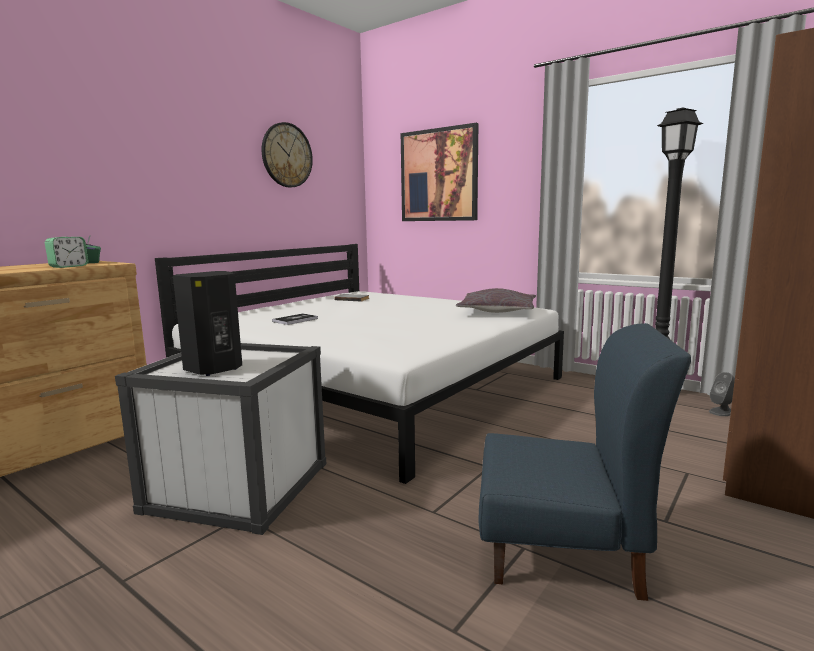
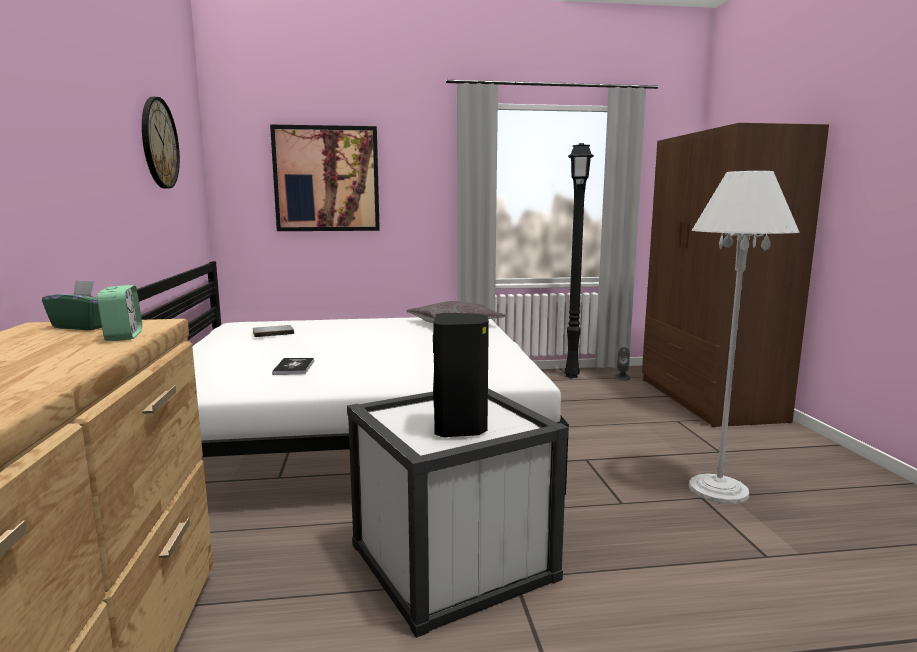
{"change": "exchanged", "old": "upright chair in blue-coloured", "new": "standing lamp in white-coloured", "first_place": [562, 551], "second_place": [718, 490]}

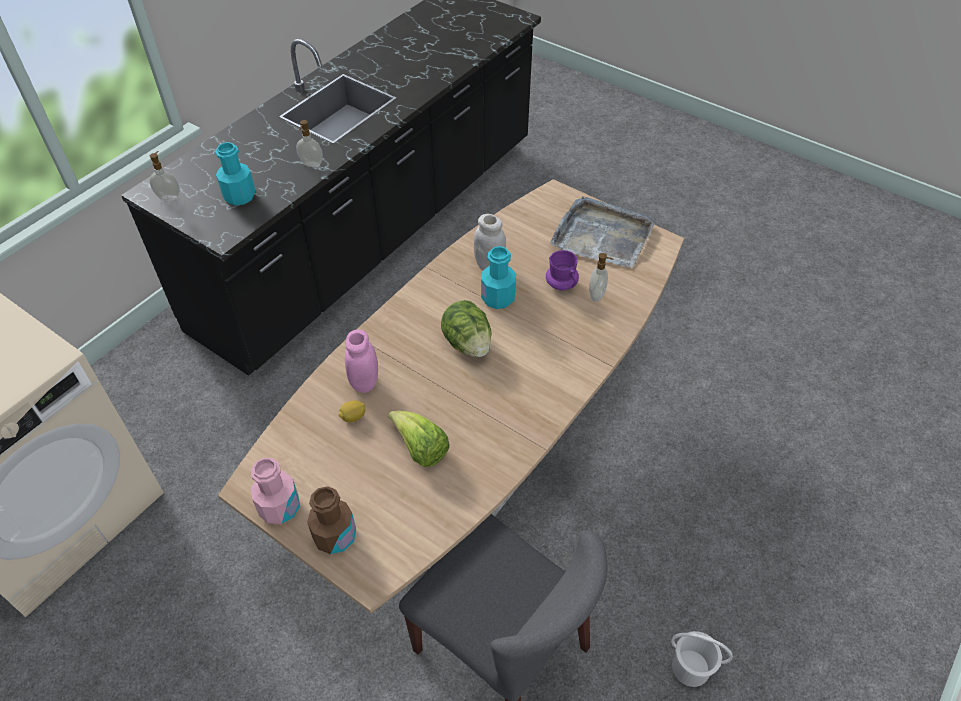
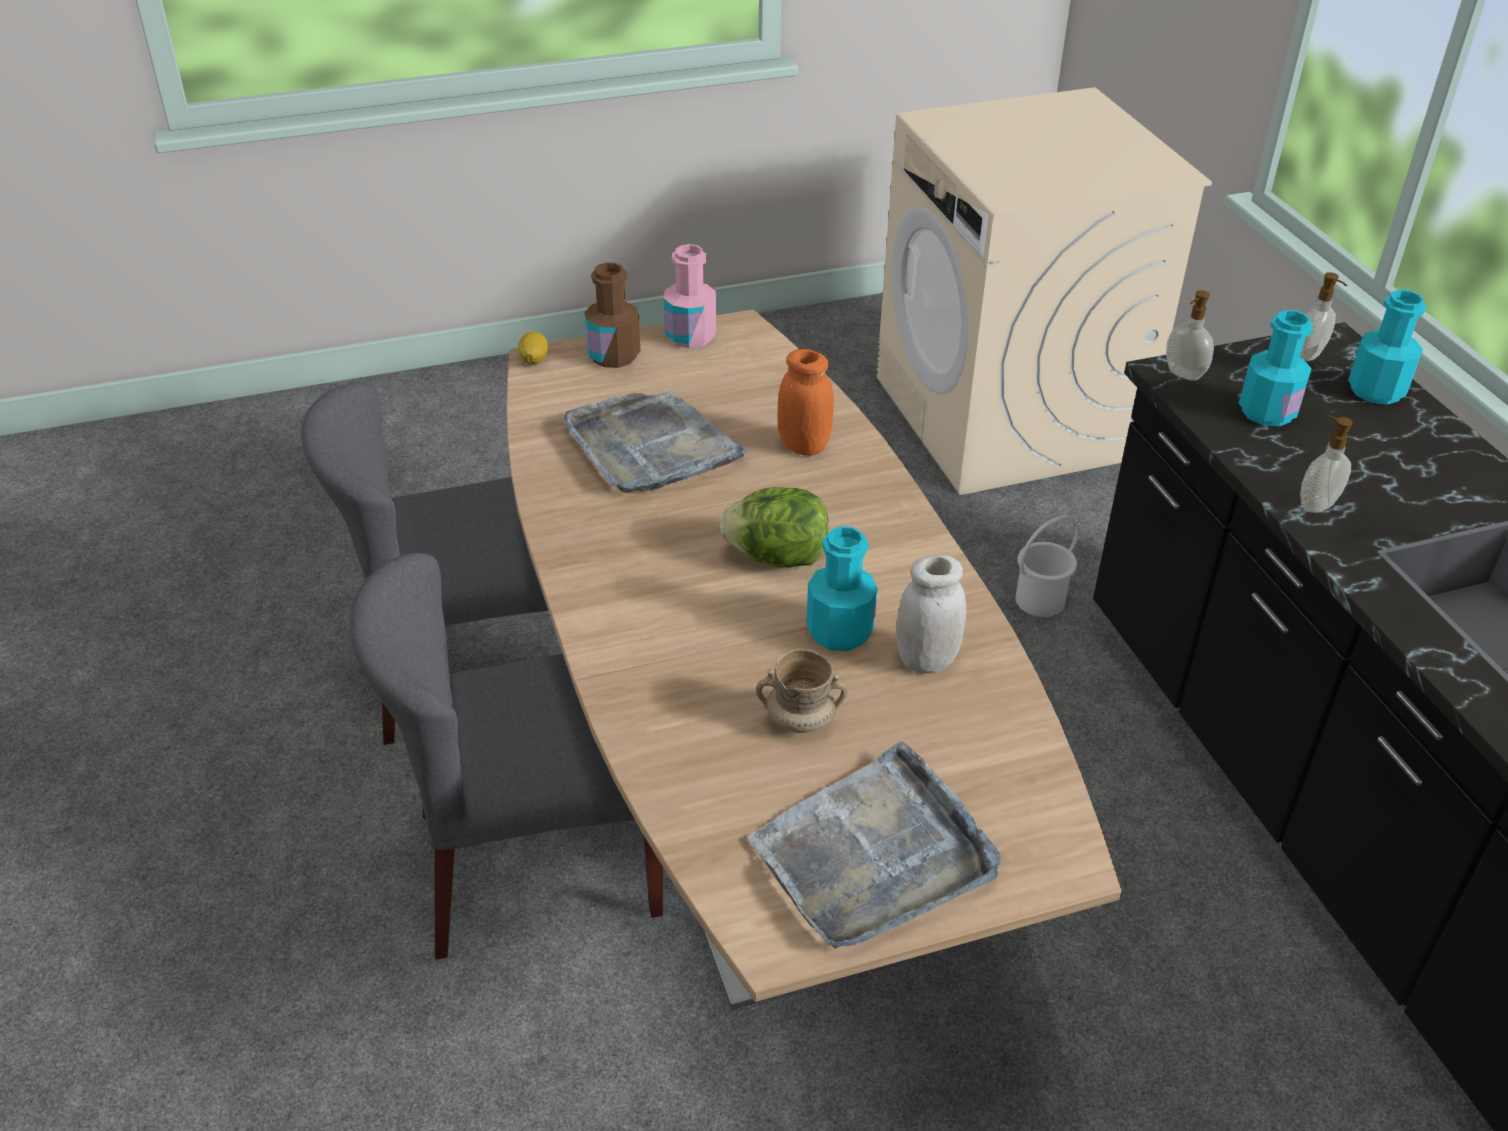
{"change": "appeared", "new": "upright chair in grey", "second_place": [536, 863]}
{"change": "appeared", "new": "drink bottle in turquoise-coloured", "second_place": [1376, 390]}
{"change": "relocated", "old": "lemon", "first_place": [353, 417], "second_place": [534, 360]}
{"change": "relocated", "old": "soap dispenser", "first_place": [597, 295], "second_place": [1183, 374]}
{"change": "relocated", "old": "water bucket in white-coloured", "first_place": [690, 667], "second_place": [1041, 601]}
{"change": "exchanged", "old": "lettuce", "new": "carrying tray in grey", "first_place": [420, 449], "second_place": [652, 447]}
{"change": "colour", "old": "preserve jar in pink", "new": "preserve jar in orange", "first_place": [364, 382], "second_place": [803, 446]}
{"change": "colour", "old": "coffee mug in purple", "new": "coffee mug in sand-coloured", "first_place": [561, 284], "second_place": [800, 721]}

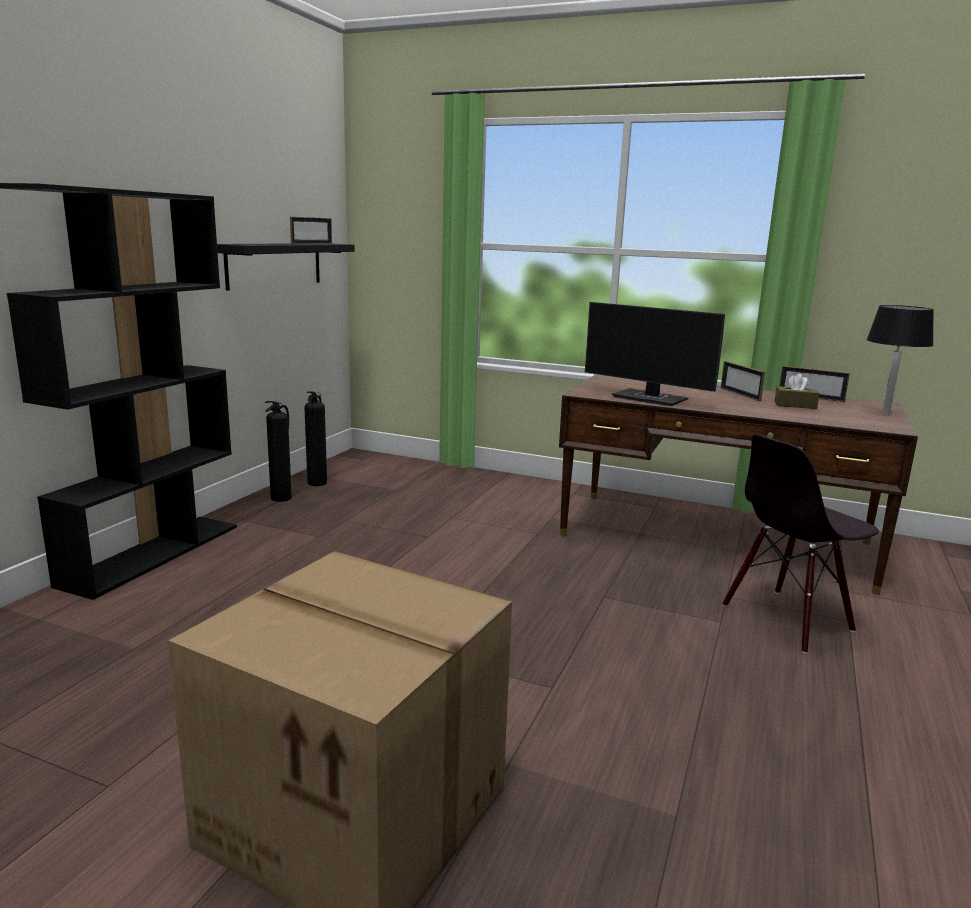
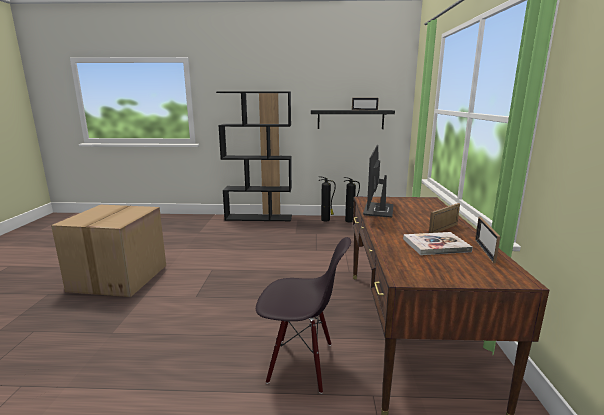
{"change": "missing", "old": "table lamp in blackish", "first_place": [885, 414]}
{"change": "exchanged", "old": "box of tissues in brown-coloured", "new": "book", "first_place": [795, 405], "second_place": [436, 245]}
{"change": "spun", "old": "upright chair in blackish", "first_place": [787, 619], "second_place": [301, 363], "degrees": 150}

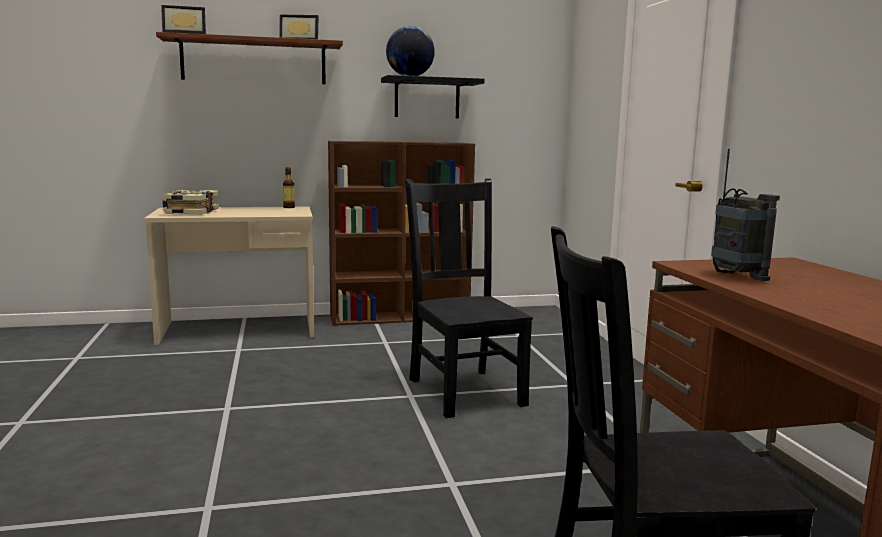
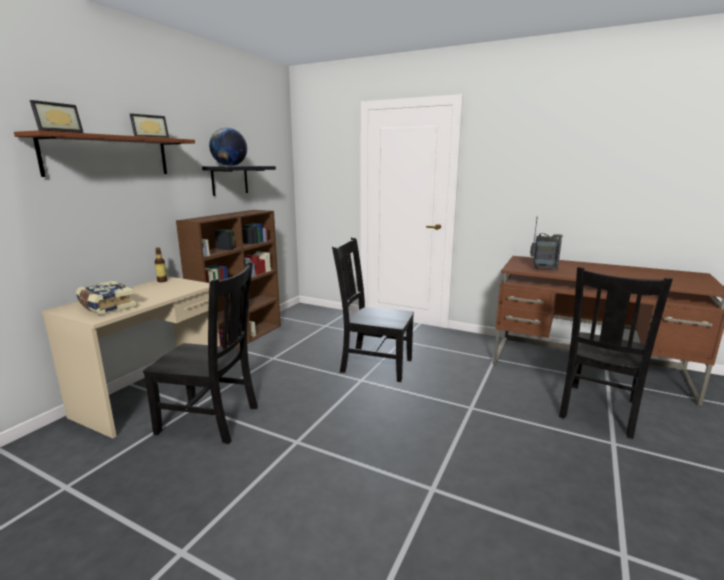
{"change": "appeared", "new": "upright chair in blackish", "second_place": [211, 420]}

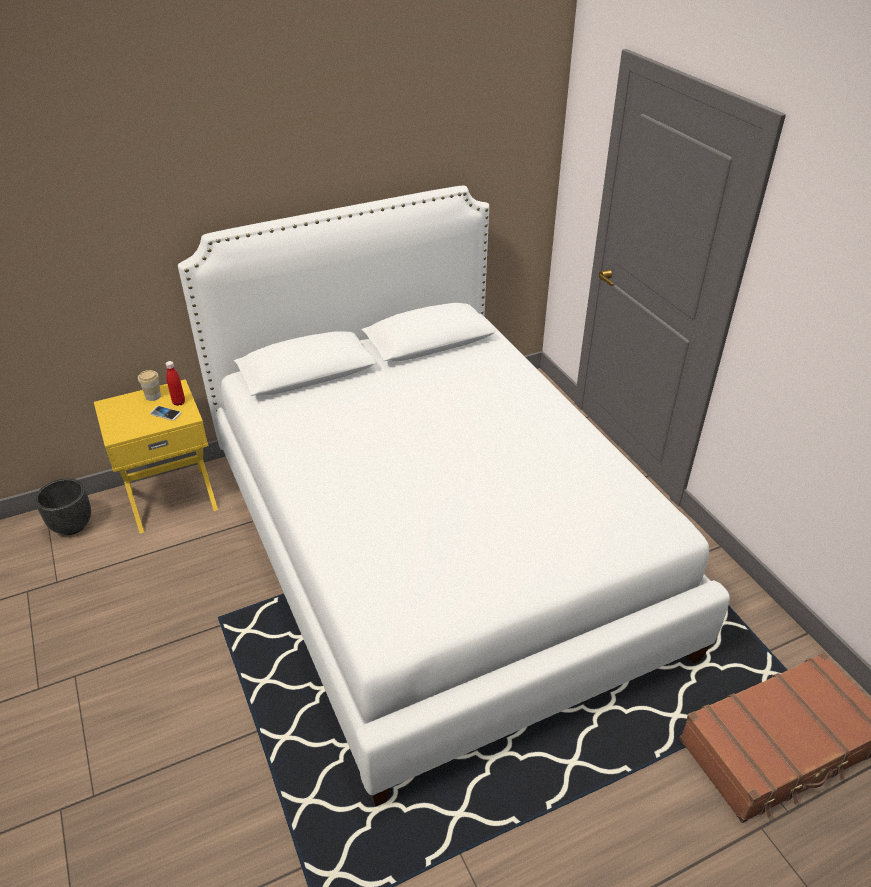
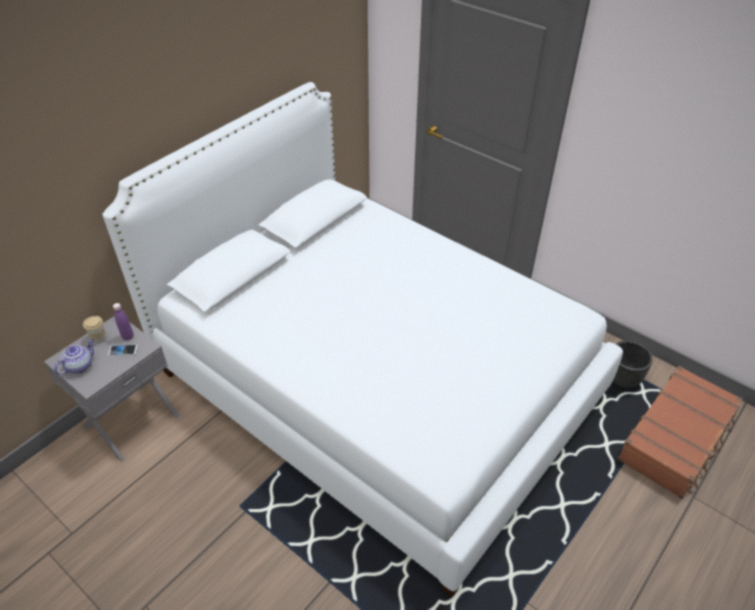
{"change": "appeared", "new": "teapot", "second_place": [80, 366]}
{"change": "relocated", "old": "plant pot in blackish", "first_place": [73, 526], "second_place": [623, 379]}
{"change": "colour", "old": "bedside table in yellow", "new": "bedside table in grey", "first_place": [171, 497], "second_place": [130, 420]}
{"change": "colour", "old": "drink bottle in red", "new": "drink bottle in purple", "first_place": [179, 402], "second_place": [128, 336]}

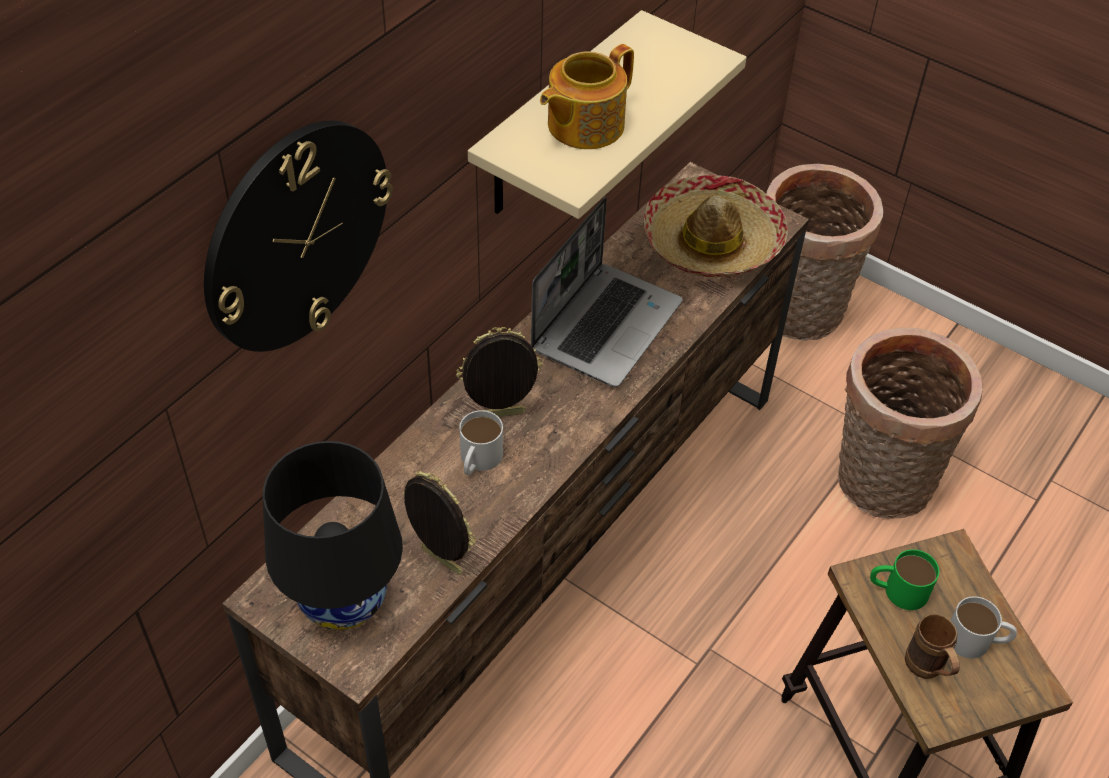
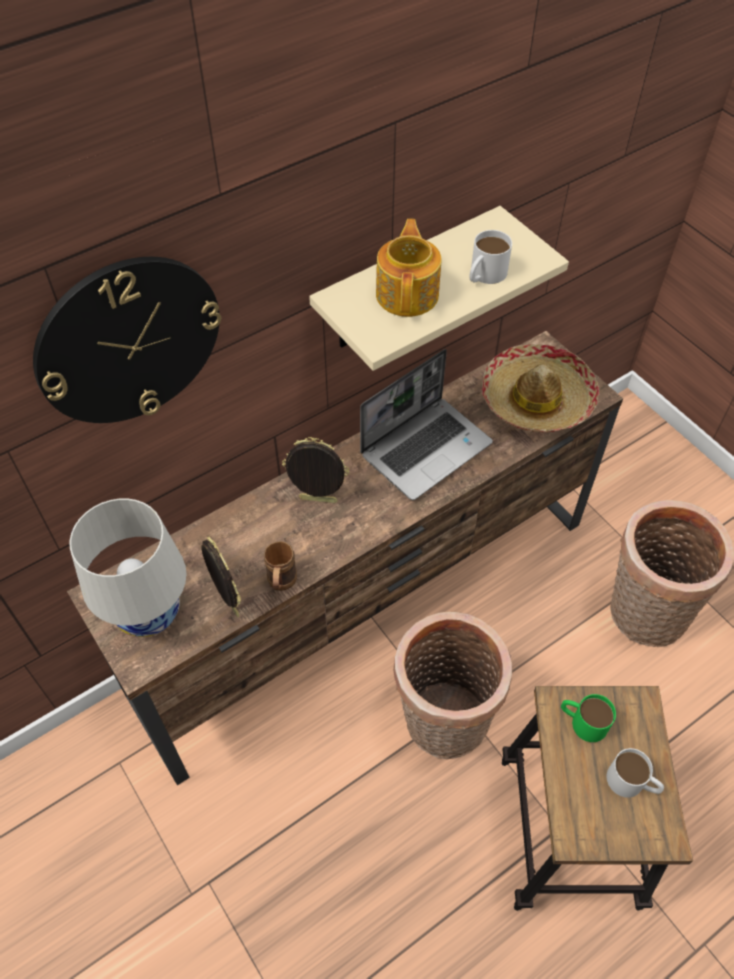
{"change": "relocated", "old": "coffee mug in white-coloured", "first_place": [478, 460], "second_place": [484, 275]}
{"change": "relocated", "old": "household basket", "first_place": [798, 315], "second_place": [442, 724]}
{"change": "relocated", "old": "coffee mug in brown-coloured", "first_place": [928, 671], "second_place": [281, 585]}
{"change": "colour", "old": "table lamp in blackish", "new": "table lamp in white-coloured", "first_place": [343, 600], "second_place": [149, 613]}
{"change": "spun", "old": "teapot", "first_place": [583, 125], "second_place": [408, 293], "degrees": 120}

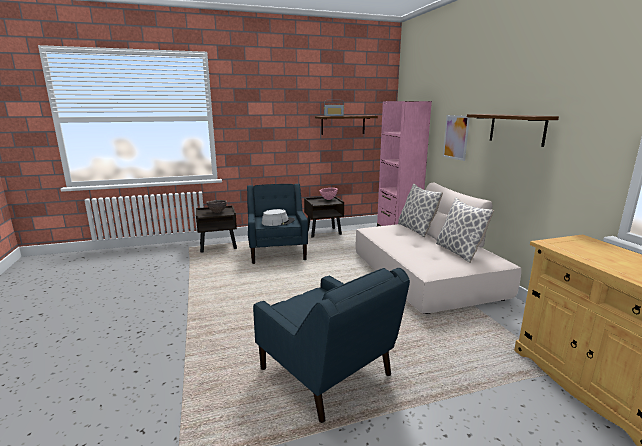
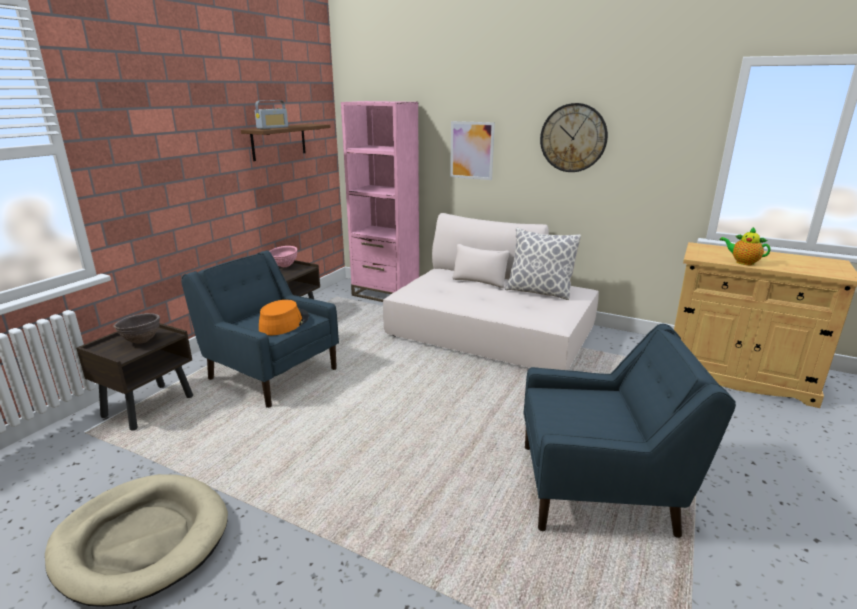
{"change": "missing", "old": "cushion", "first_place": [416, 230]}
{"change": "appeared", "new": "dog bed in sand-coloured", "second_place": [142, 540]}
{"change": "appeared", "new": "teapot", "second_place": [742, 262]}
{"change": "exchanged", "old": "wall shelf in brown-coloured", "new": "clock on the wall", "first_place": [517, 129], "second_place": [573, 138]}
{"change": "colour", "old": "hat in grey", "new": "hat in orange", "first_place": [278, 222], "second_place": [284, 323]}

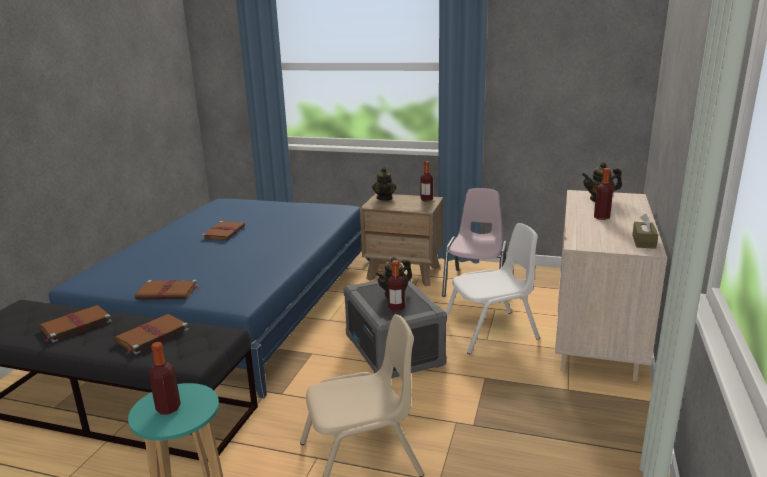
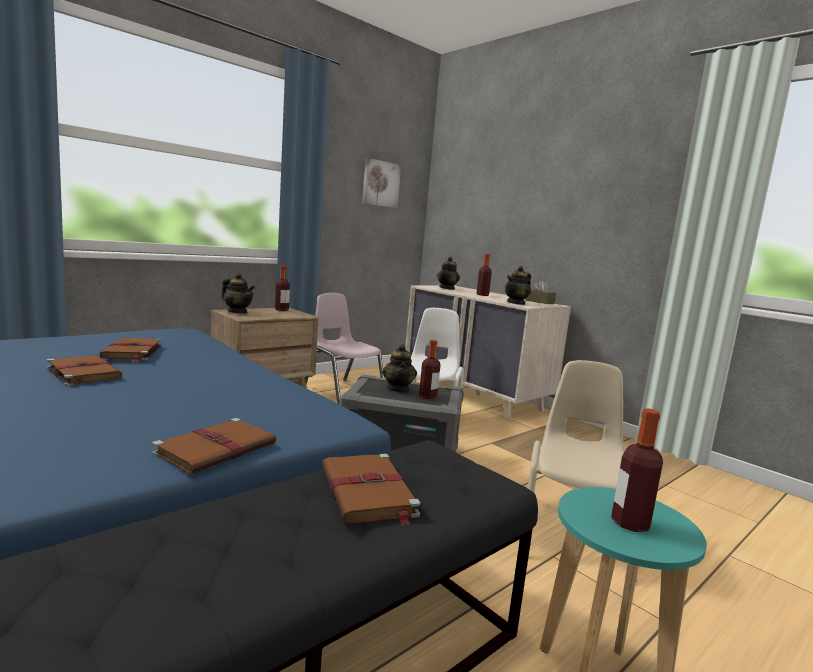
{"change": "appeared", "new": "wall picture", "second_place": [380, 183]}
{"change": "appeared", "new": "teapot", "second_place": [516, 303]}
{"change": "relocated", "old": "book in brown-coloured", "first_place": [75, 325], "second_place": [132, 352]}

